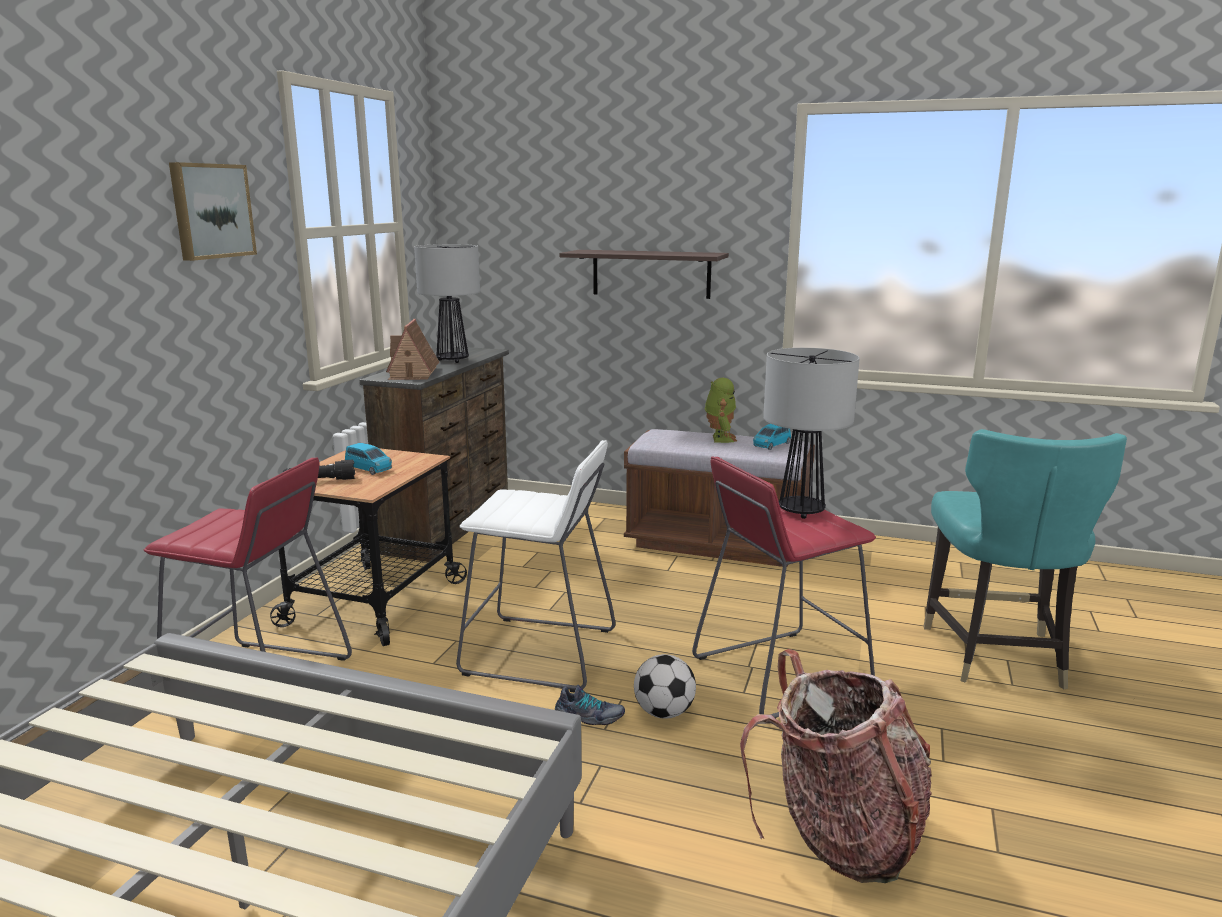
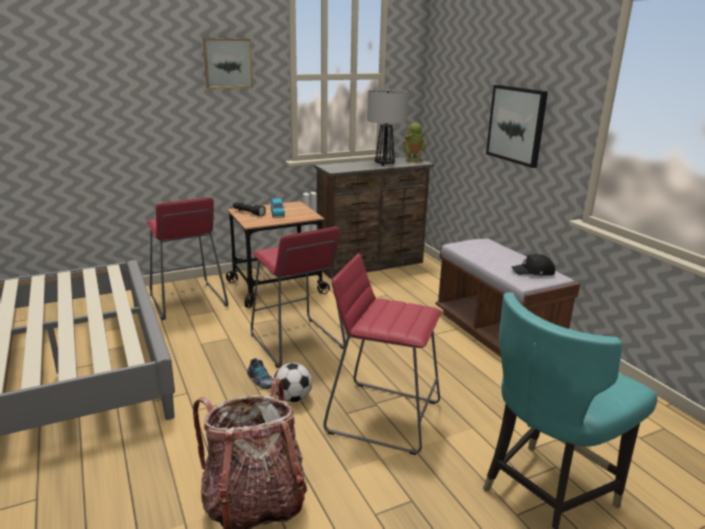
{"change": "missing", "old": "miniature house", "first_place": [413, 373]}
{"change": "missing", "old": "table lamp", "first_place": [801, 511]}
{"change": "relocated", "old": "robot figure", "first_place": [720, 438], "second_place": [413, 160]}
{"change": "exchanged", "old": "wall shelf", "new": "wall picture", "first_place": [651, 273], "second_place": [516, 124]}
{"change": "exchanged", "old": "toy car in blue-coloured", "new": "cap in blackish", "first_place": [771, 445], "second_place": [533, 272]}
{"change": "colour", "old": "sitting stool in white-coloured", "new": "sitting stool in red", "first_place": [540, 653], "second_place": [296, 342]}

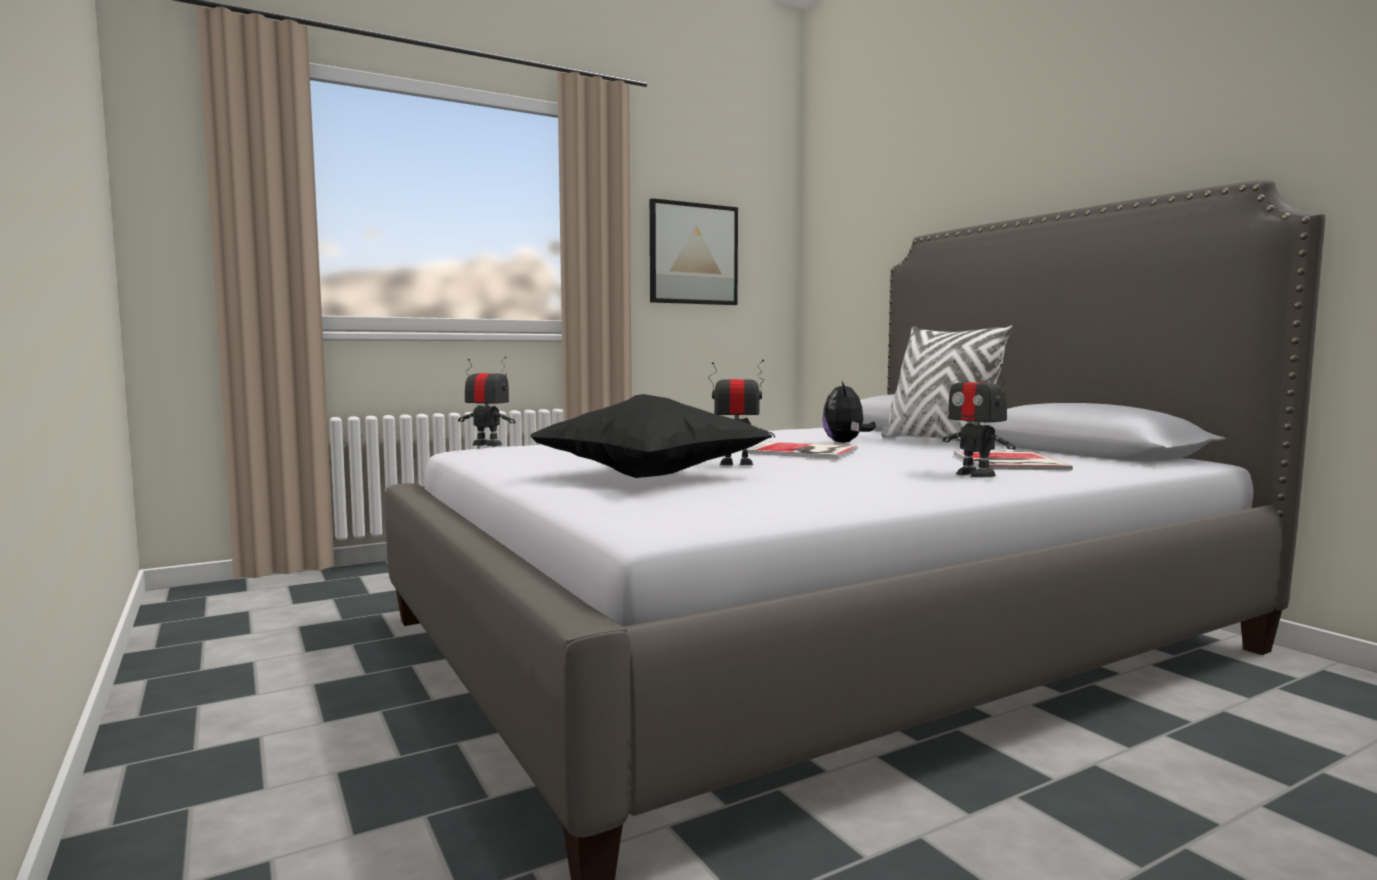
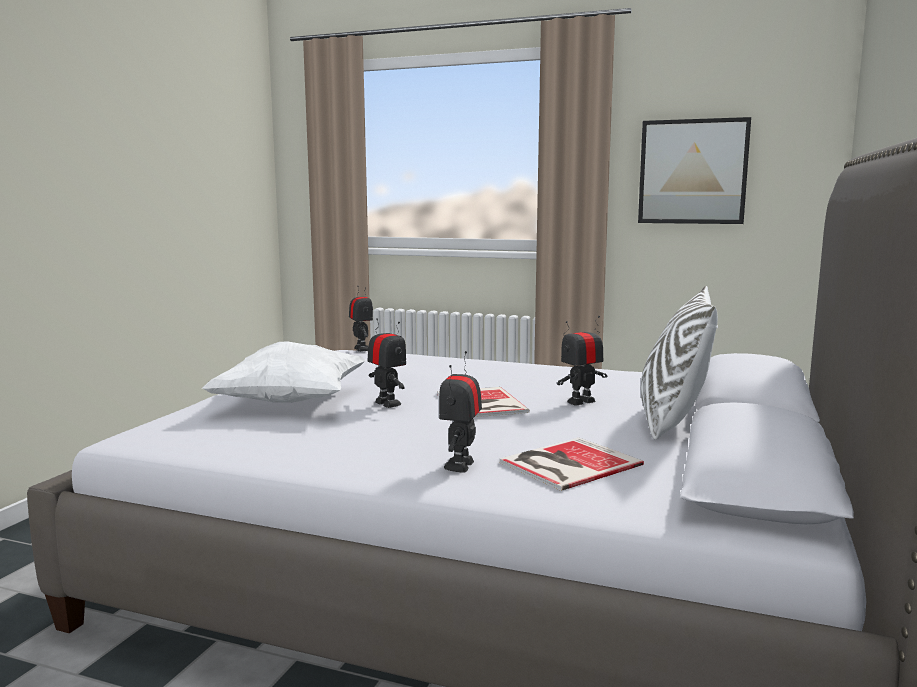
{"change": "exchanged", "old": "soft toy", "new": "robot figure", "first_place": [845, 443], "second_place": [581, 402]}
{"change": "colour", "old": "cushion in blackish", "new": "cushion in white-coloured", "first_place": [652, 477], "second_place": [291, 402]}

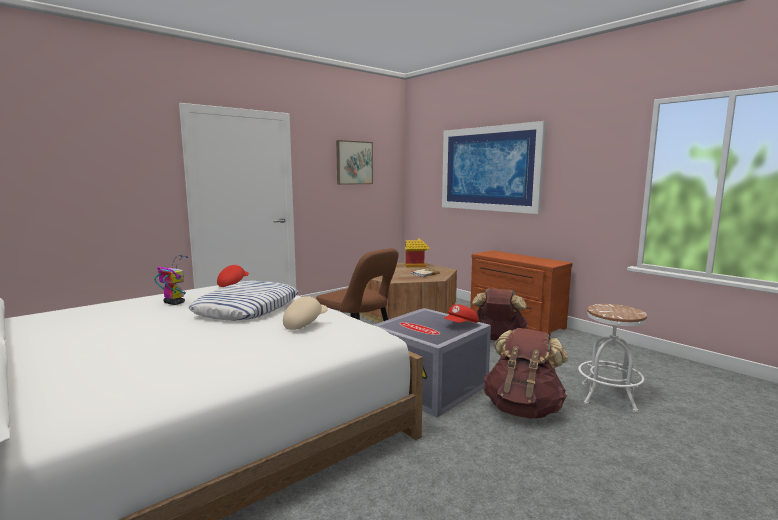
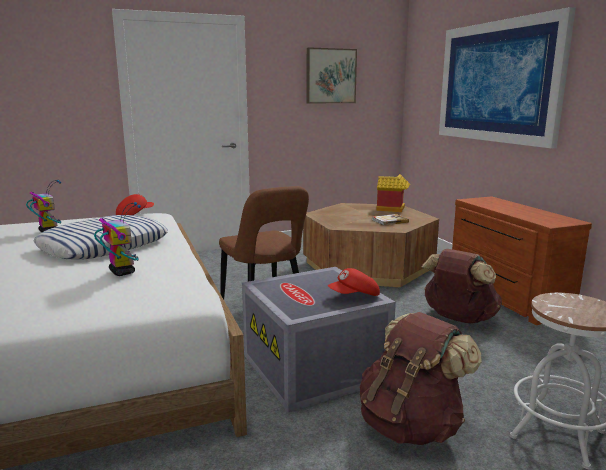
{"change": "exchanged", "old": "cap in sand-coloured", "new": "robot figure", "first_place": [305, 323], "second_place": [121, 272]}

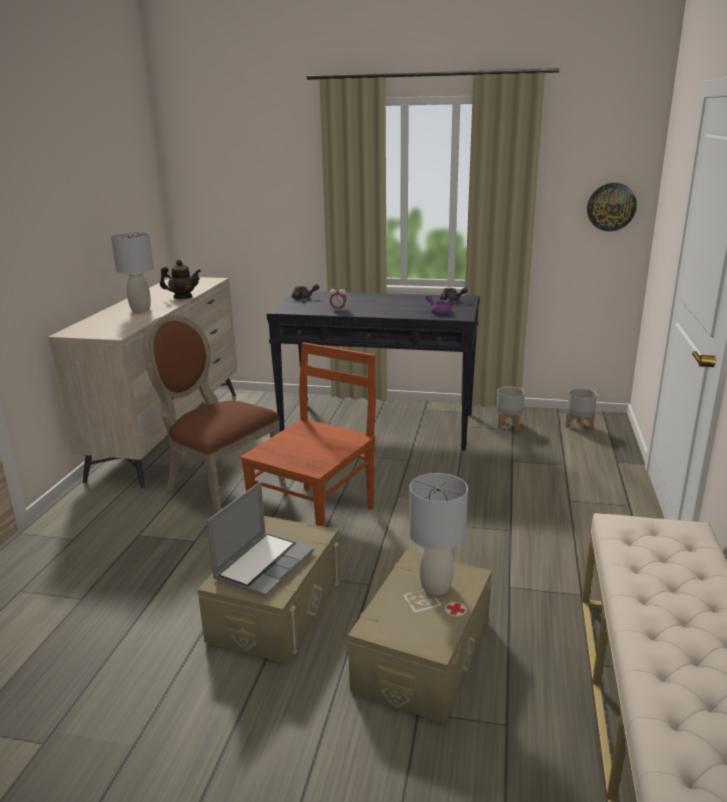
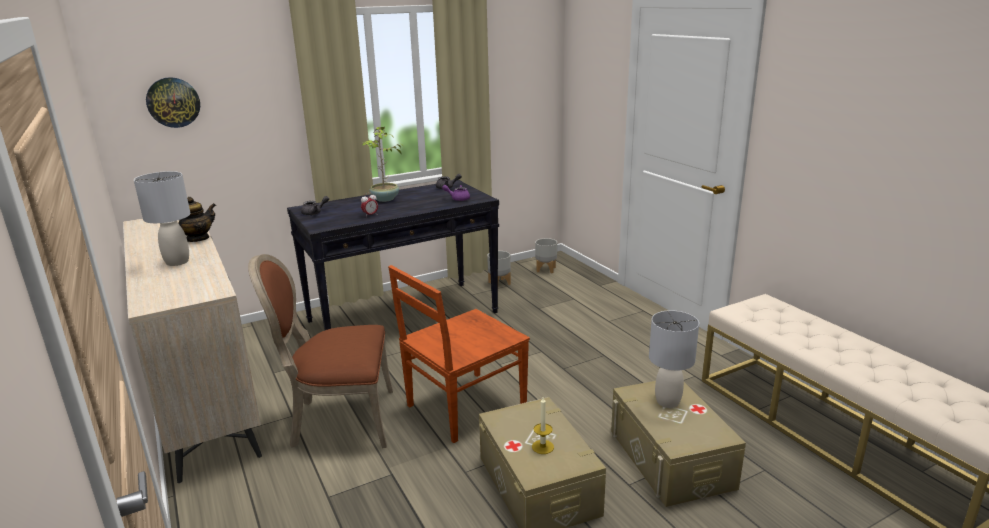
{"change": "appeared", "new": "houseplant", "second_place": [385, 199]}
{"change": "relocated", "old": "clock on the wall", "first_place": [611, 207], "second_place": [173, 102]}
{"change": "exchanged", "old": "portable computer", "new": "wax candle", "first_place": [264, 564], "second_place": [542, 447]}
{"change": "spun", "old": "upright chair in brown-coloured", "first_place": [316, 517], "second_place": [463, 406], "degrees": -120}

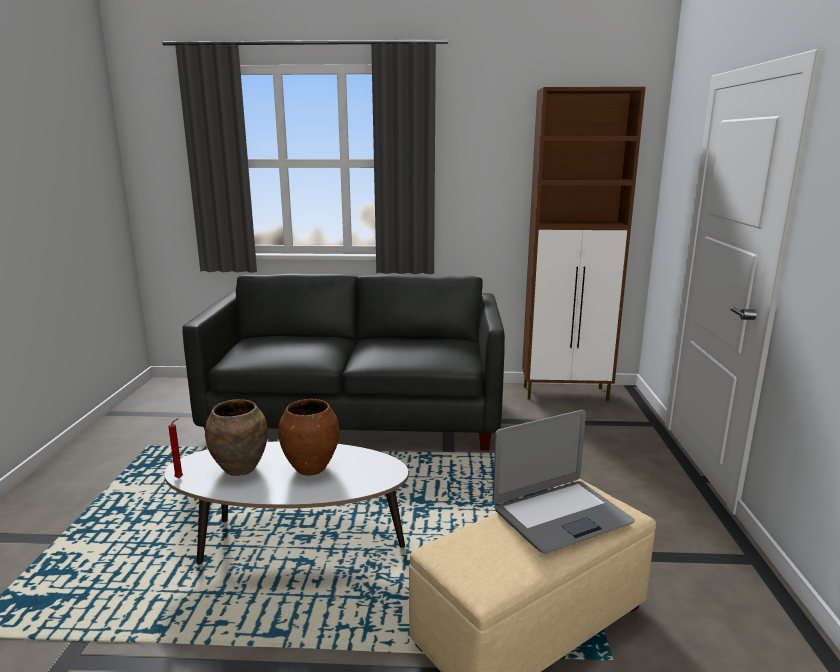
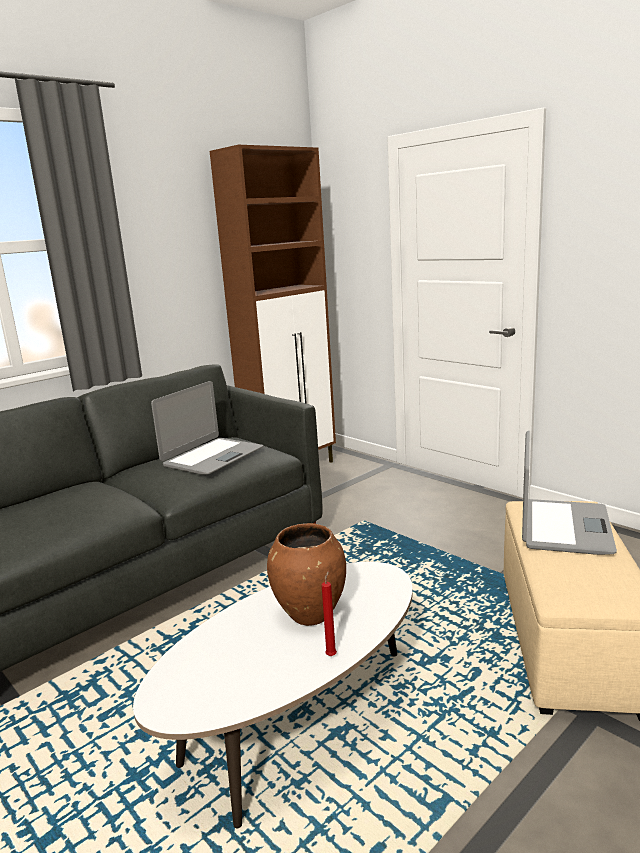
{"change": "missing", "old": "decorative vase in brown-coloured", "first_place": [241, 468]}
{"change": "appeared", "new": "portable computer", "second_place": [212, 457]}
{"change": "relocated", "old": "wax candle in red", "first_place": [180, 478], "second_place": [332, 655]}

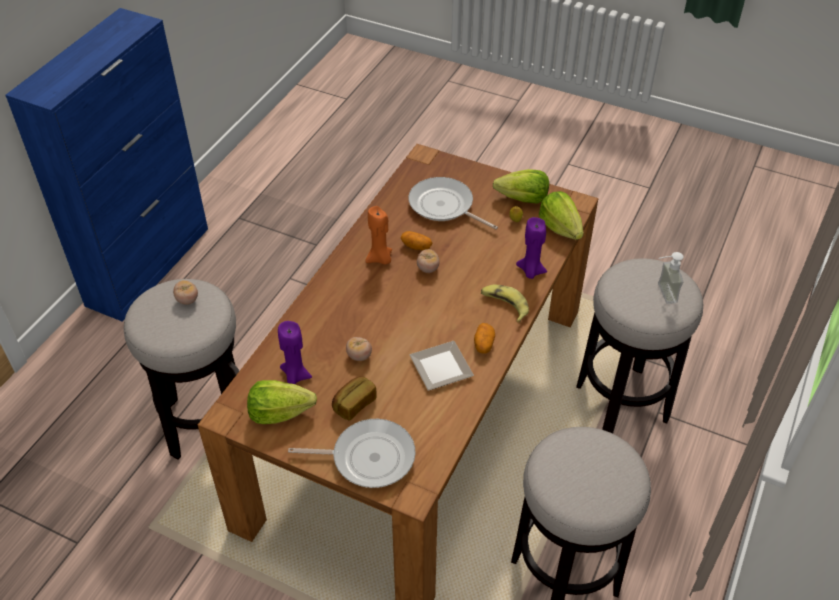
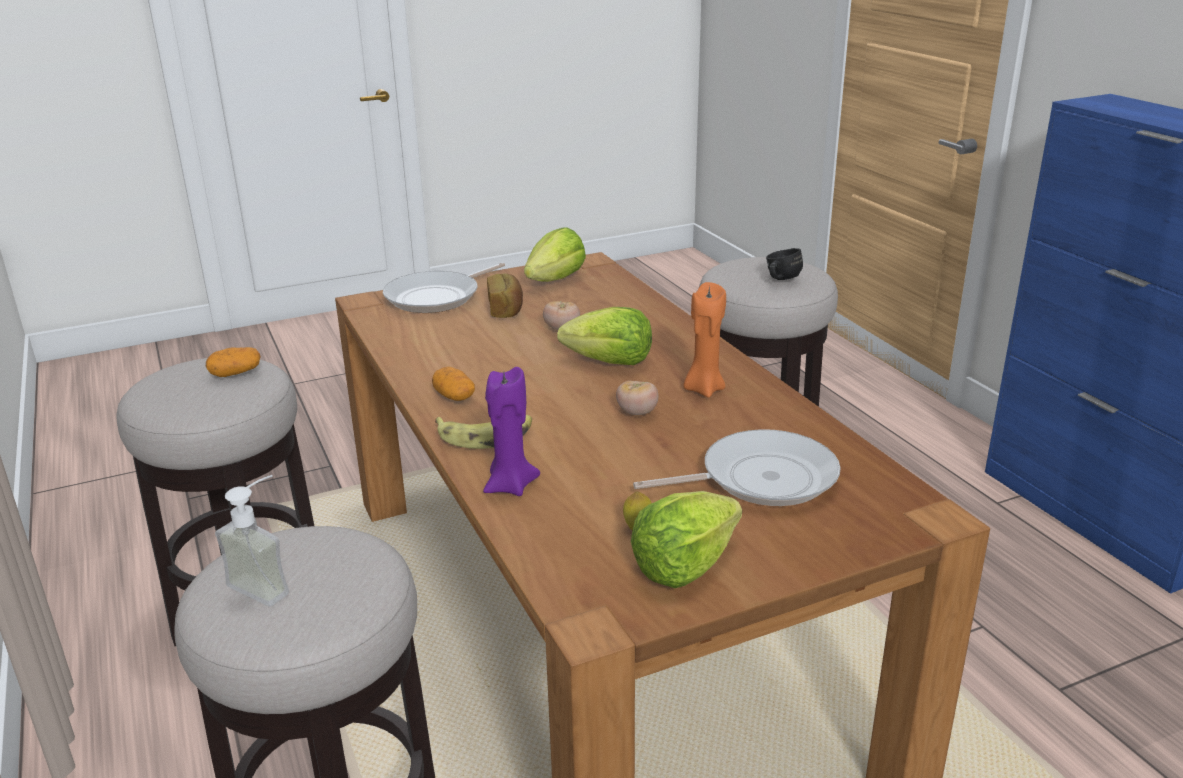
{"change": "missing", "old": "wax candle in purple", "first_place": [295, 376]}
{"change": "missing", "old": "dinner plate", "first_place": [442, 366]}
{"change": "relocated", "old": "potato", "first_place": [416, 246], "second_place": [235, 373]}
{"change": "relocated", "old": "lettuce", "first_place": [560, 228], "second_place": [610, 362]}
{"change": "exchanged", "old": "tomato", "new": "coffee mug in blackish", "first_place": [187, 300], "second_place": [780, 280]}

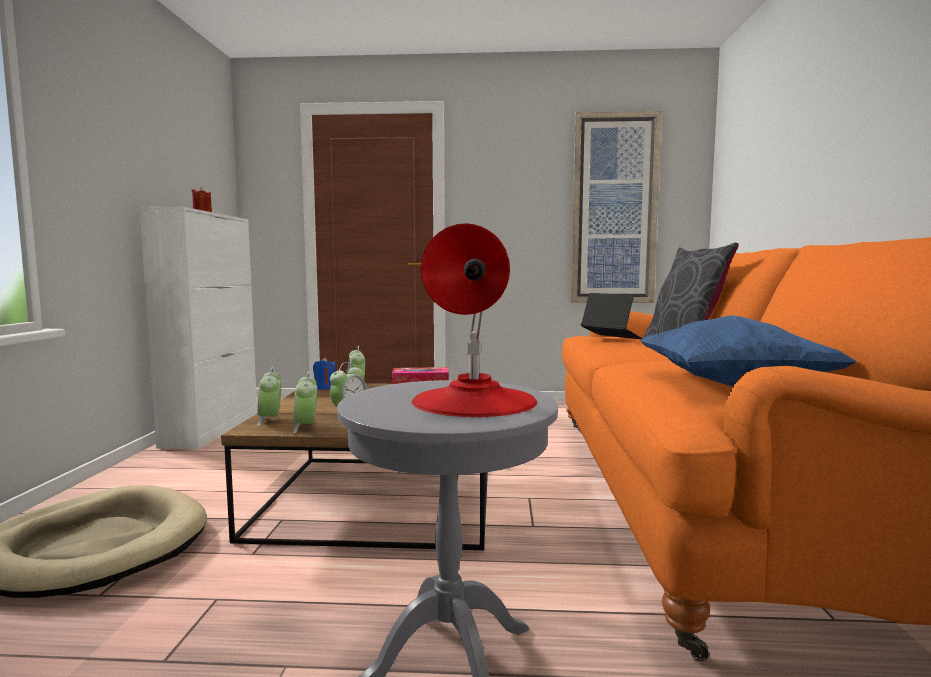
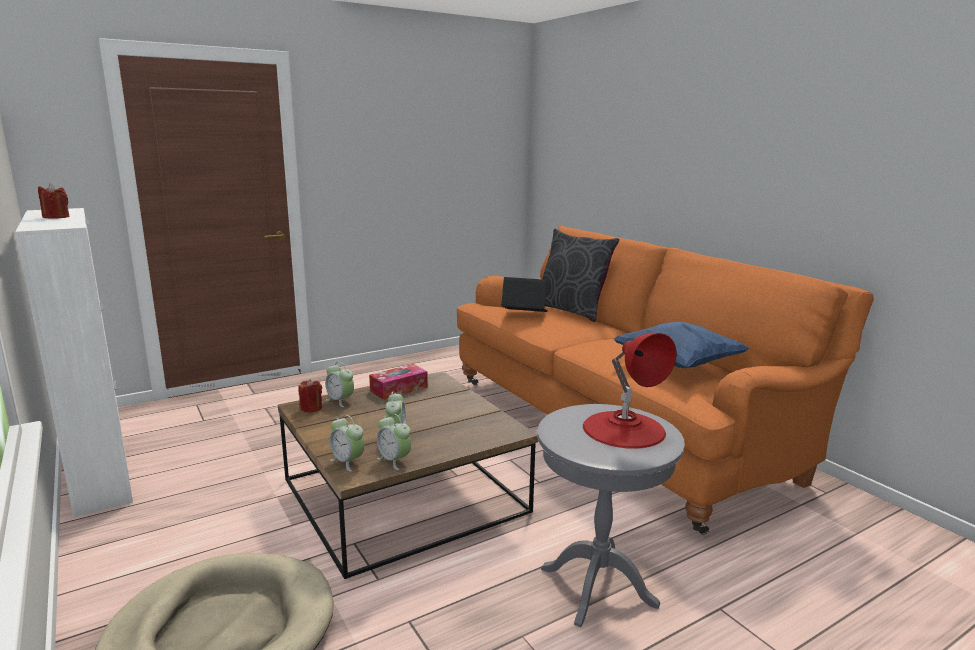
{"change": "missing", "old": "wall picture", "first_place": [614, 209]}
{"change": "colour", "old": "wax candle in blue-coloured", "new": "wax candle in red", "first_place": [325, 388], "second_place": [311, 408]}

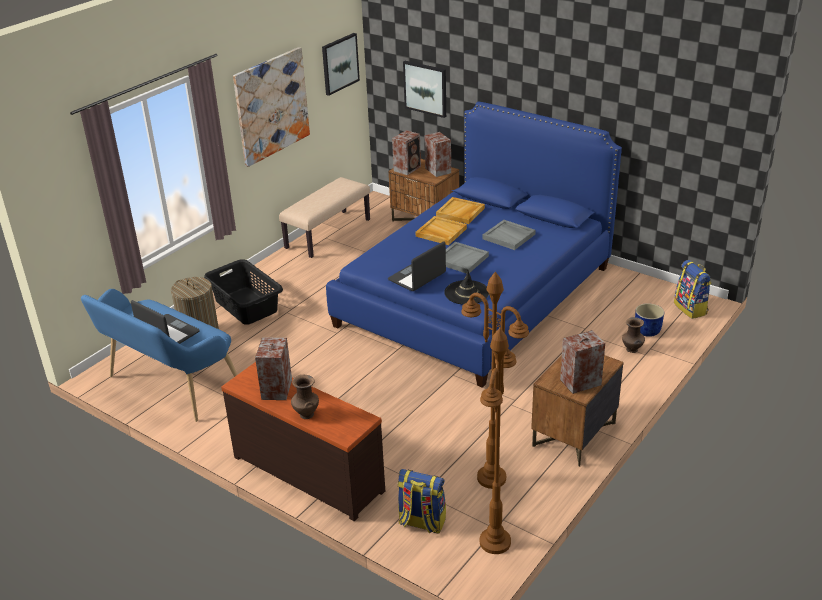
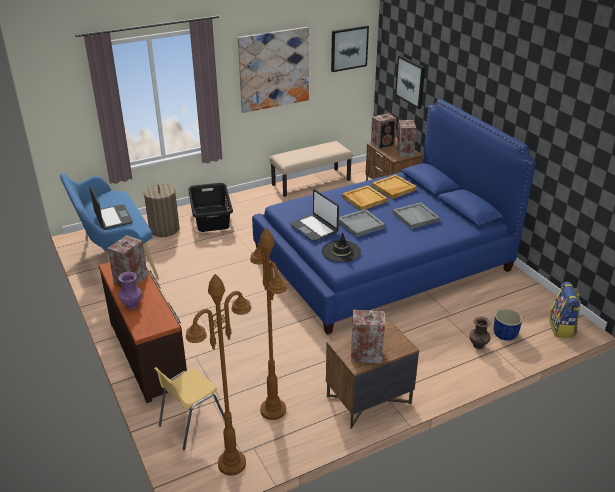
{"change": "exchanged", "old": "knapsack", "new": "upright chair in yellow", "first_place": [421, 522], "second_place": [191, 424]}
{"change": "colour", "old": "decorative vase in brown-coloured", "new": "decorative vase in purple", "first_place": [306, 414], "second_place": [132, 305]}
{"change": "spun", "old": "portable computer", "first_place": [417, 277], "second_place": [314, 228], "degrees": -105}

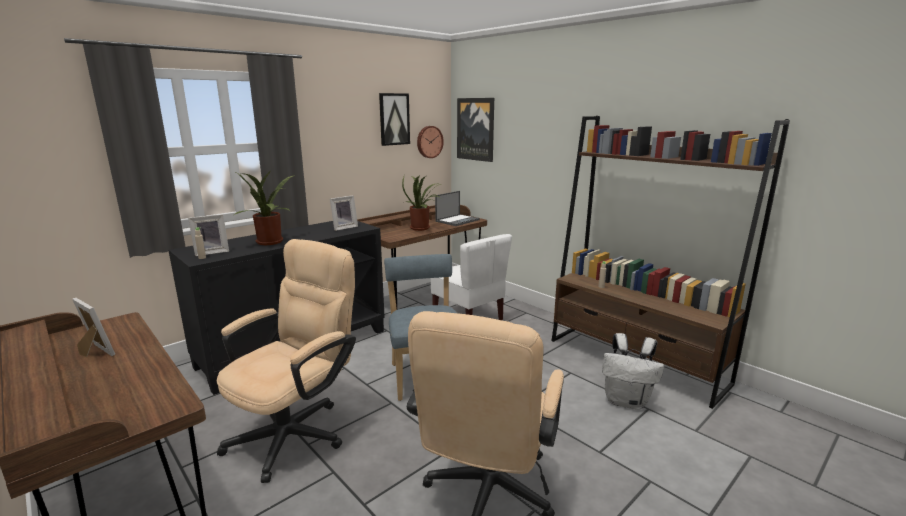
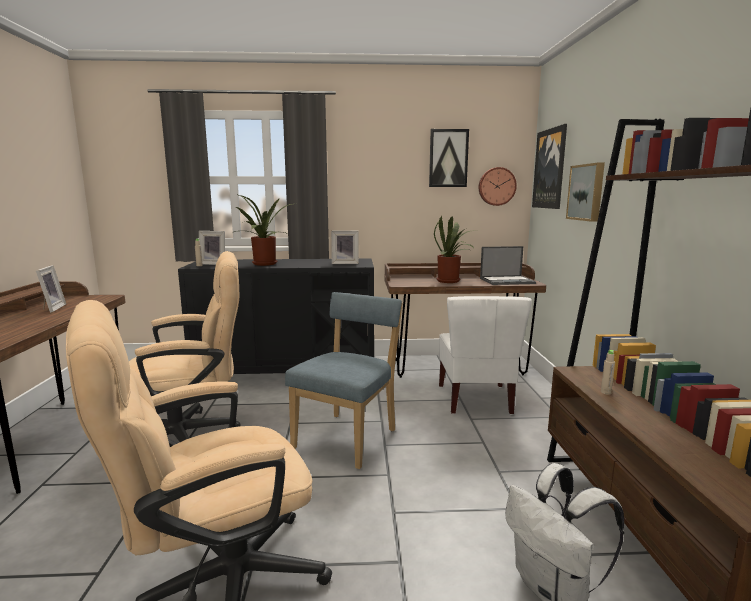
{"change": "appeared", "new": "wall picture", "second_place": [587, 192]}

